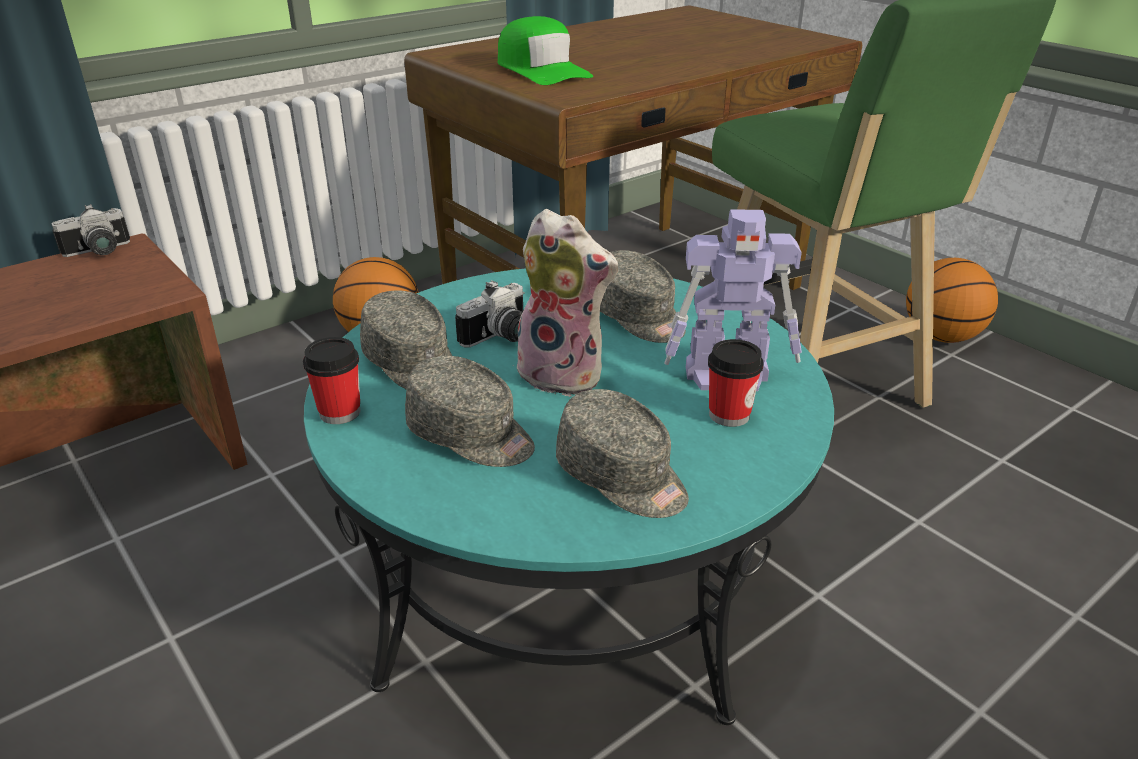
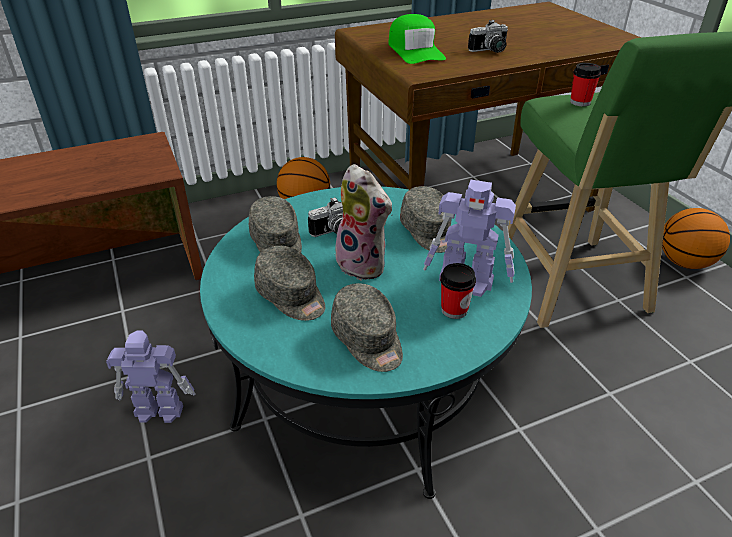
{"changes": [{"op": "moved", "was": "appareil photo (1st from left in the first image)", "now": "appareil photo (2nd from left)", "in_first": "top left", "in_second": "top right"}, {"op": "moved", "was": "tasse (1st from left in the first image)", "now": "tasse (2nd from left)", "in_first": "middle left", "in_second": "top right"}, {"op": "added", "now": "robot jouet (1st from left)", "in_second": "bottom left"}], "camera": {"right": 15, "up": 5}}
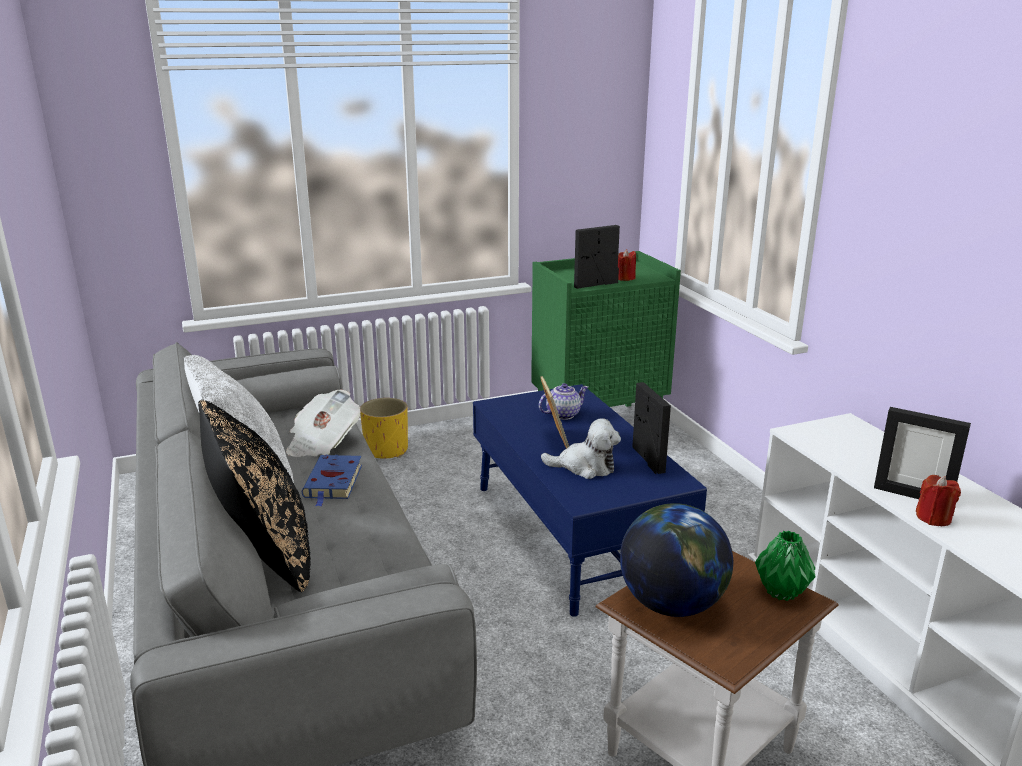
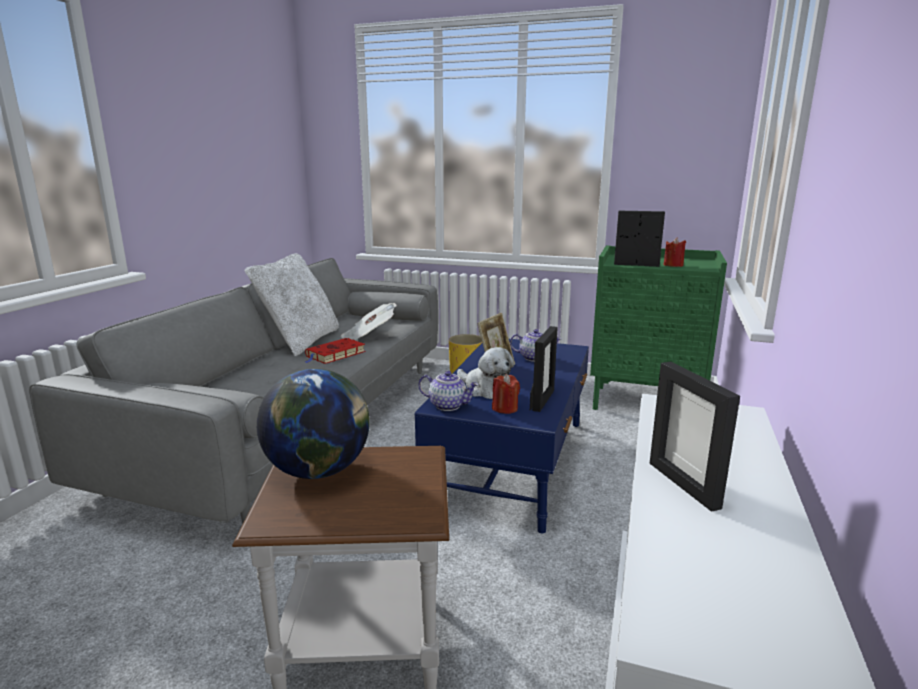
{"changes": [{"op": "removed", "was": "coussin/noir", "in_first": "middle left"}, {"op": "recoloured", "was": "livre/bleu", "now": "livre/rouge", "in_first": "middle left", "in_second": "centre"}, {"op": "removed", "was": "vase/vert", "in_first": "bottom right"}, {"op": "moved", "was": "bougie/rouge (2nd from left in the first image)", "now": "bougie/rouge (1st from left)", "in_first": "middle right", "in_second": "centre"}, {"op": "added", "now": "théière (1st from left)", "in_second": "centre"}], "camera": {"right": 40, "up": -5}}
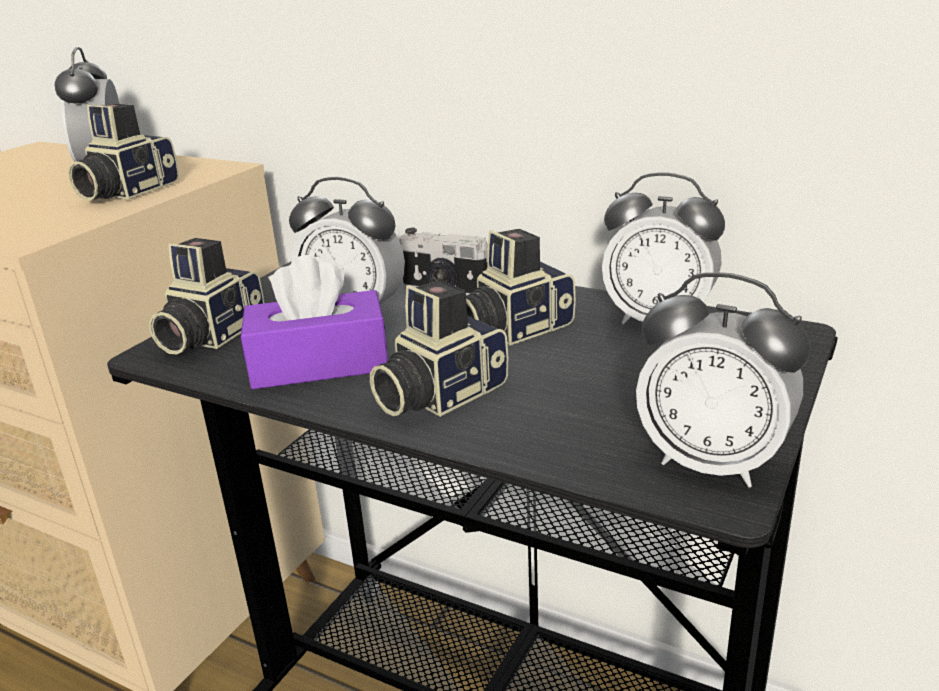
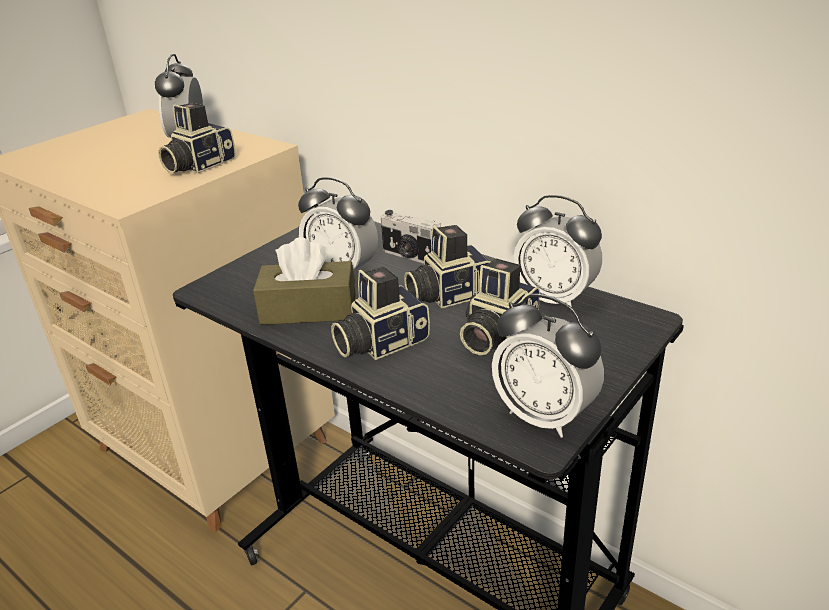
{"changes": [{"op": "moved", "was": "appareil photo (2nd from left in the first image)", "now": "appareil photo (5th from left)", "in_first": "middle left", "in_second": "centre"}, {"op": "recoloured", "was": "boîte à mouchoirs/violet", "now": "boîte à mouchoirs/marron", "in_first": "centre", "in_second": "centre"}], "camera": {"right": 10, "up": 5}}
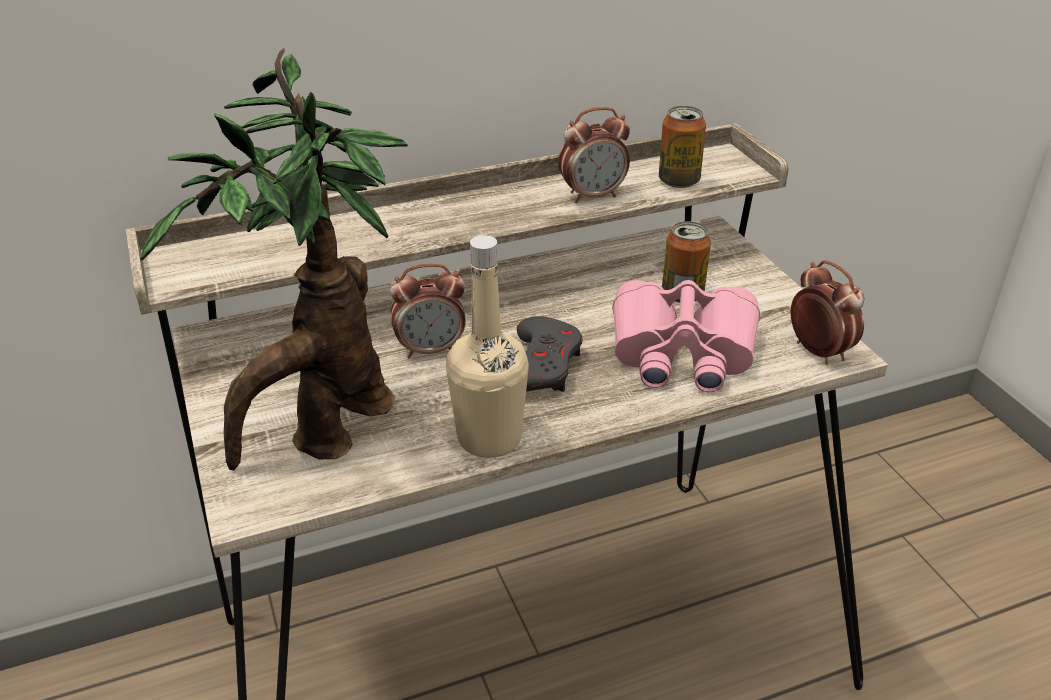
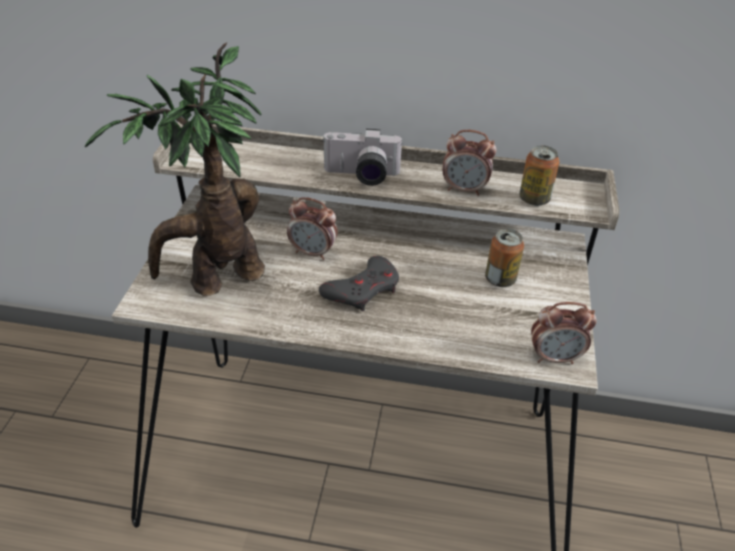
{"changes": [{"op": "removed", "was": "bouteille/beige", "in_first": "centre"}, {"op": "removed", "was": "jumelles/rose", "in_first": "centre"}, {"op": "turned", "was": "réveil (3rd from left)", "in_first": "middle right", "in_second": "middle right", "clockwise": 90}, {"op": "added", "now": "appareil photo", "in_second": "top centre"}], "camera": {"right": 30, "up": 5}}
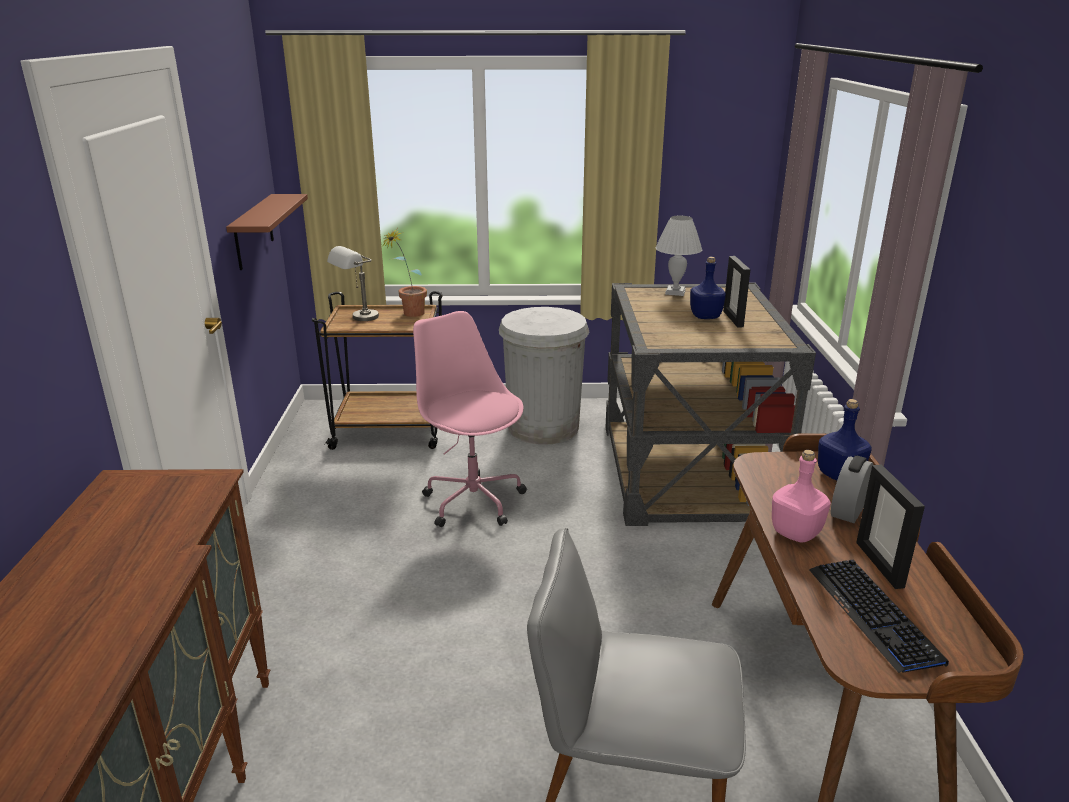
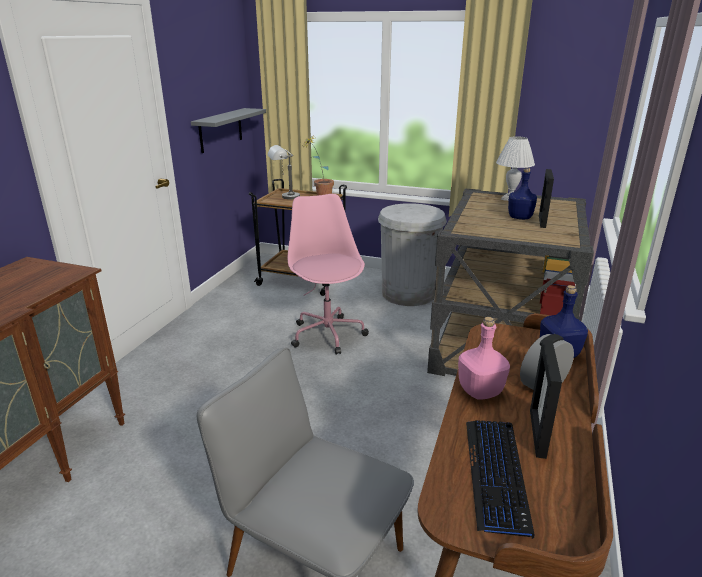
{"changes": [{"op": "recoloured", "was": "étagère/marron", "now": "étagère/gris", "in_first": "top left", "in_second": "top left"}], "camera": {"right": 20, "up": 0}}
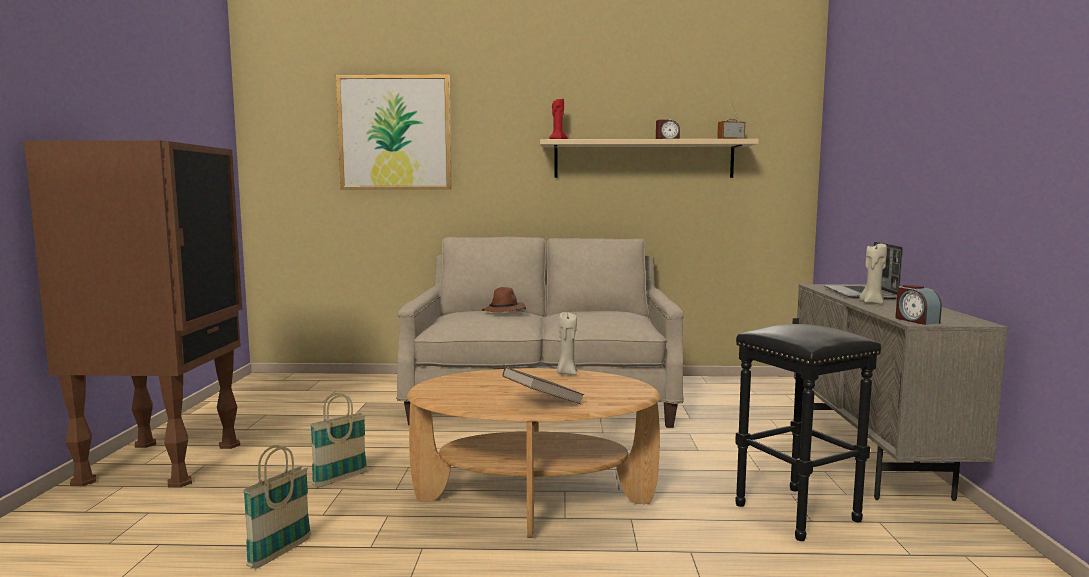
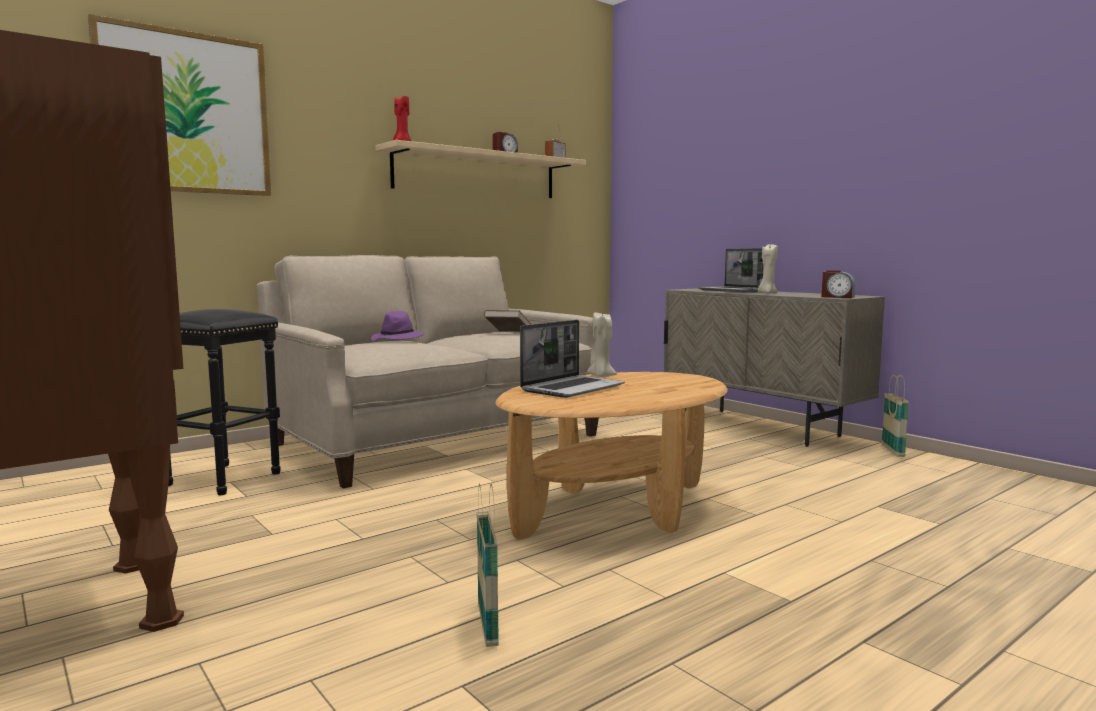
{"changes": [{"op": "moved", "was": "panier (2nd from left)", "in_first": "bottom left", "in_second": "middle right"}, {"op": "recoloured", "was": "chapeau/marron", "now": "chapeau/violet", "in_first": "centre", "in_second": "centre"}, {"op": "moved", "was": "livre/marron", "in_first": "bottom centre", "in_second": "centre"}, {"op": "moved", "was": "tabouret/noir", "in_first": "bottom right", "in_second": "middle left"}, {"op": "added", "now": "ordinateur portable (1st from left)", "in_second": "centre"}], "camera": {"right": -40, "up": 0}}
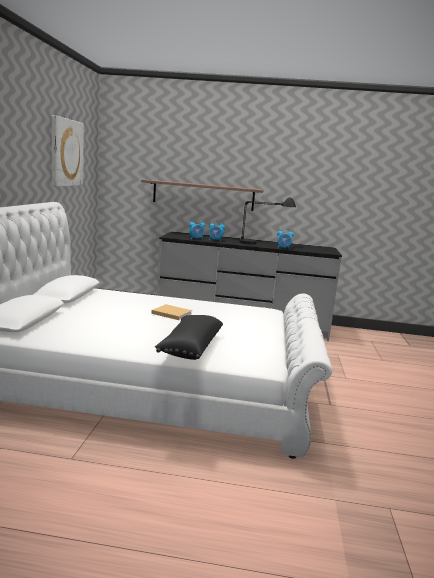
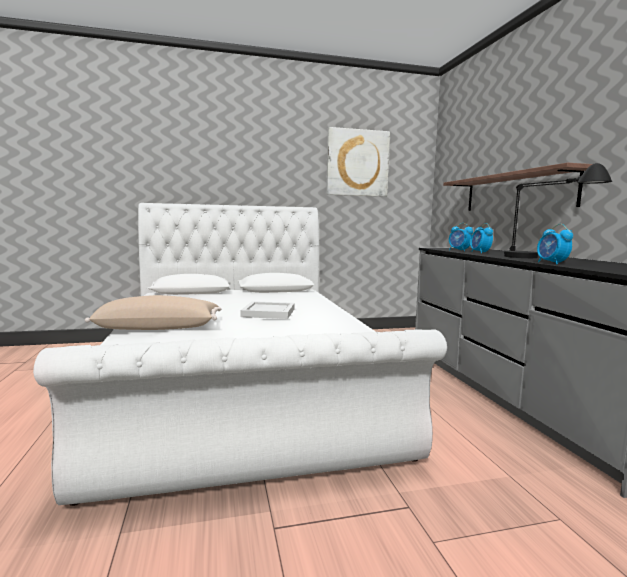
{"changes": [{"op": "replaced", "was": "livre/beige", "now": "plateau/blanc", "in_first": "centre", "in_second": "centre"}, {"op": "recoloured", "was": "coussin/noir", "now": "coussin/beige", "in_first": "centre", "in_second": "middle left"}], "camera": {"right": 70, "up": -5}}
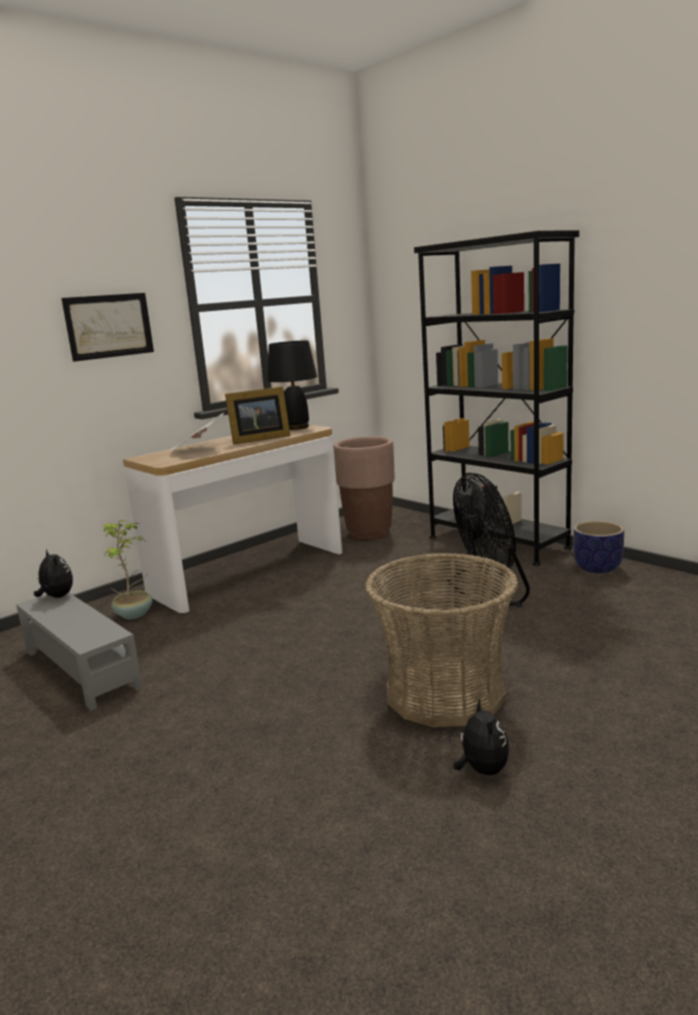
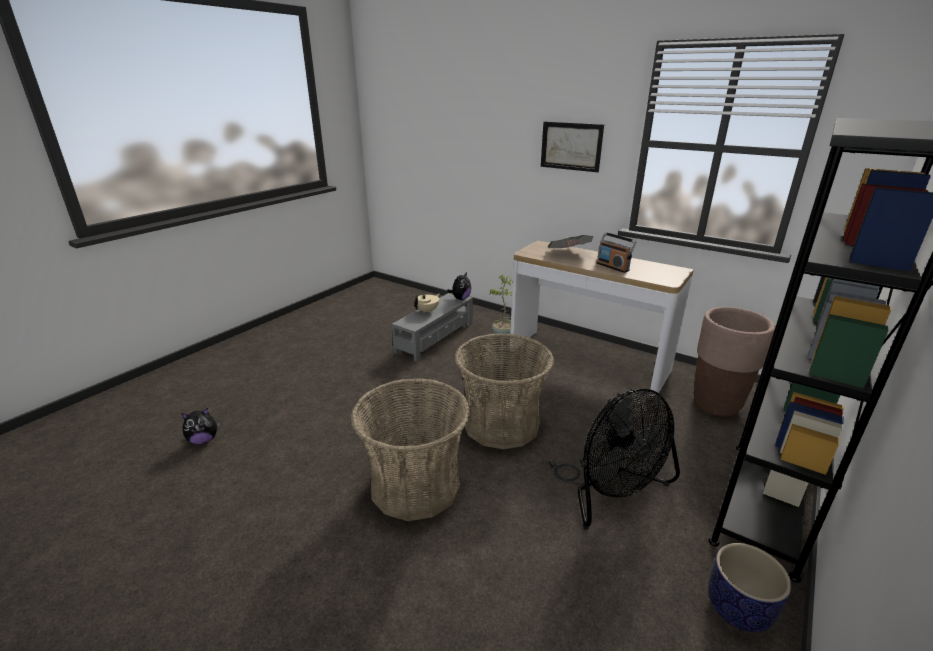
{"changes": [{"op": "replaced", "was": "cadre photo", "now": "radio", "in_first": "centre", "in_second": "centre"}, {"op": "removed", "was": "lampe de table/noir", "in_first": "centre"}, {"op": "moved", "was": "peluche (2nd from left in the first image)", "now": "peluche (1st from left)", "in_first": "bottom right", "in_second": "middle left"}, {"op": "added", "now": "théière/beige", "in_second": "centre"}, {"op": "added", "now": "panier (2nd from left)", "in_second": "centre"}], "camera": {"right": 75, "up": 10}}
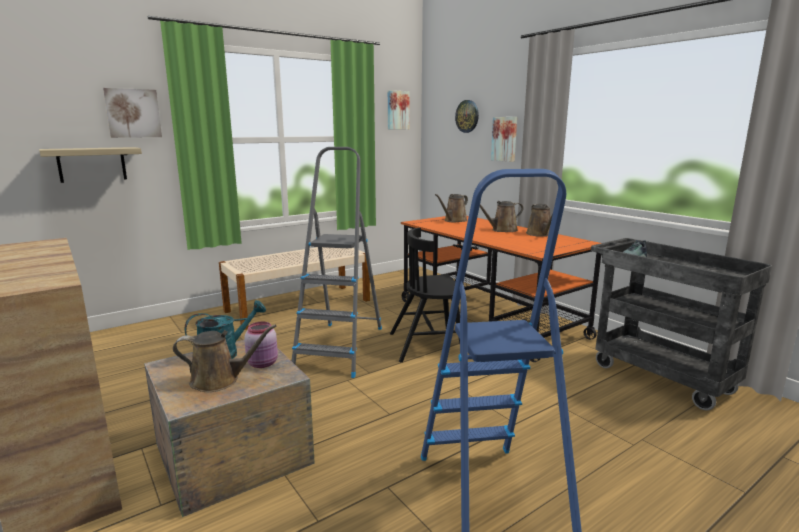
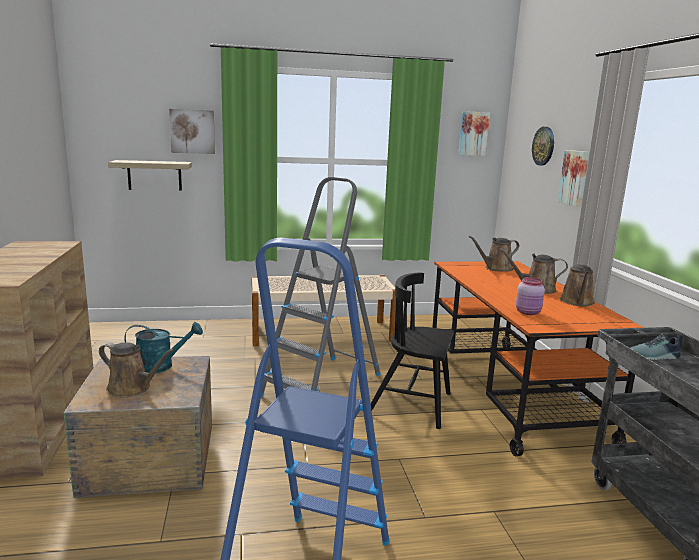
{"changes": [{"op": "moved", "was": "bocal/rose", "in_first": "middle left", "in_second": "middle right"}], "camera": {"right": 25, "up": 0}}
